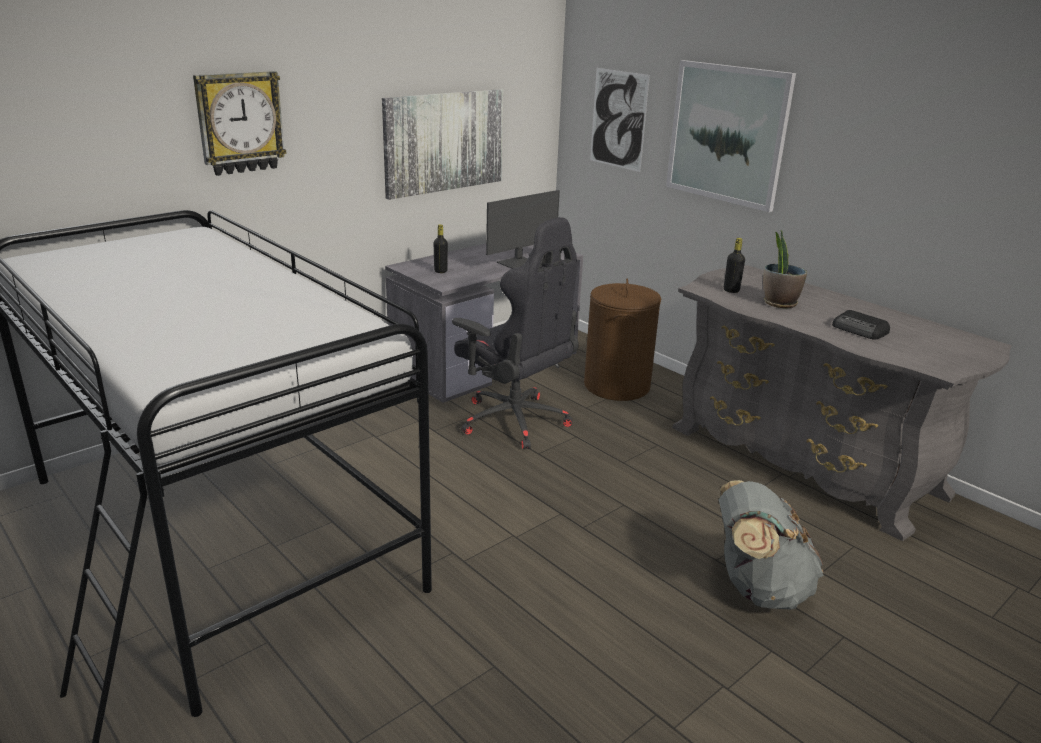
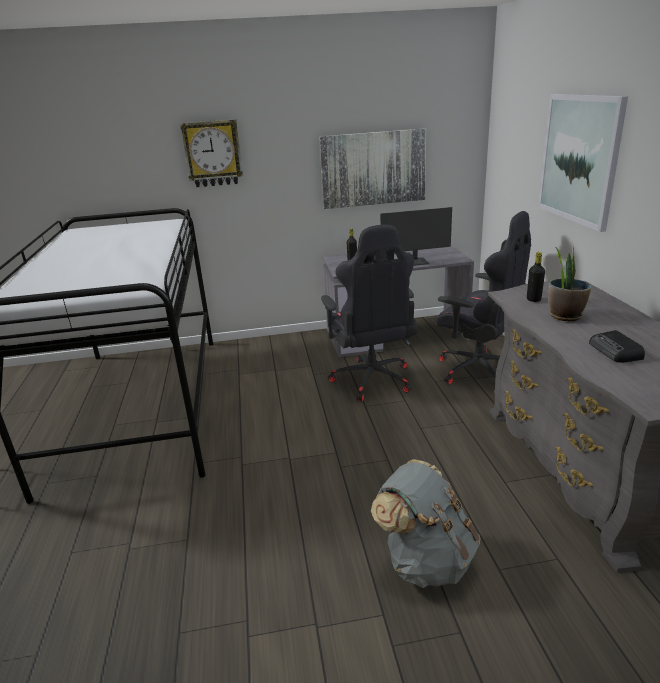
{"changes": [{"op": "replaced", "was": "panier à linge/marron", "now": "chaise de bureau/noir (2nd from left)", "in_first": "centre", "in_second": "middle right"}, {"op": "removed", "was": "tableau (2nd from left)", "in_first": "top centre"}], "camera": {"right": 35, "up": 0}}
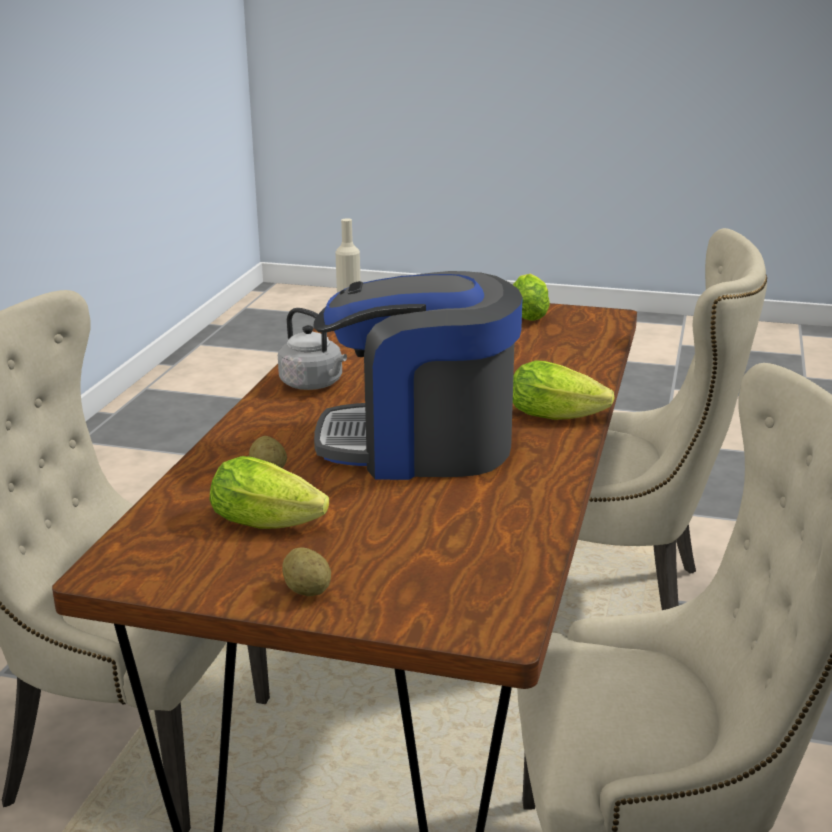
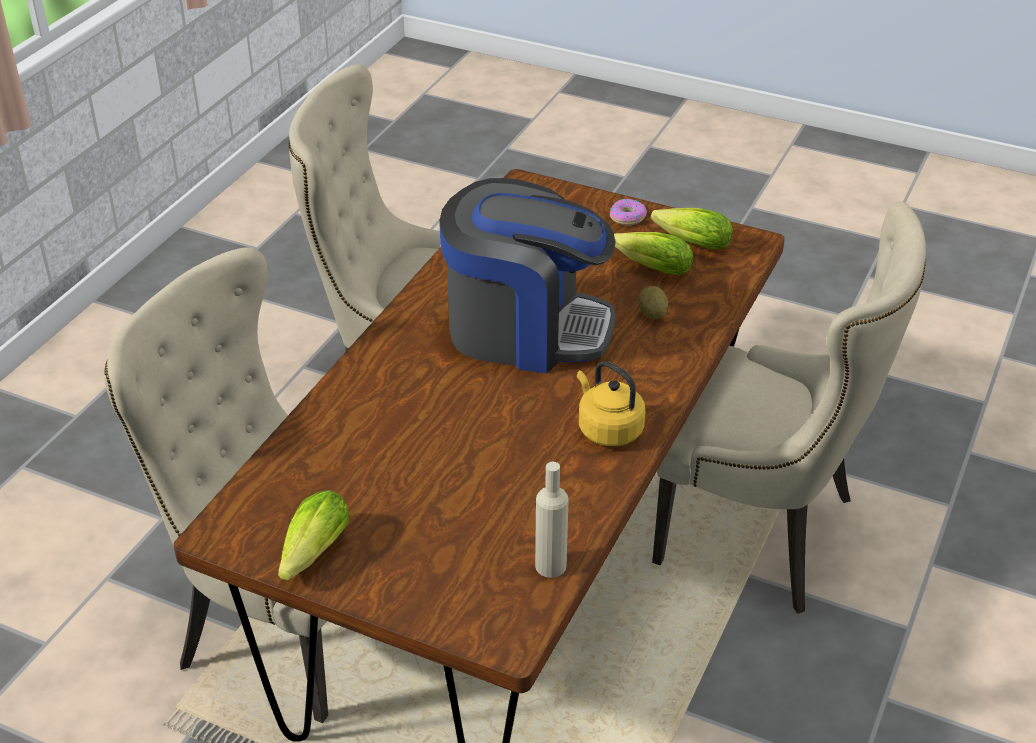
{"changes": [{"op": "recoloured", "was": "bouilloire/gris", "now": "bouilloire/jaune", "in_first": "centre", "in_second": "centre"}, {"op": "replaced", "was": "pomme de terre (2nd from left)", "now": "beignet", "in_first": "bottom centre", "in_second": "top centre"}, {"op": "moved", "was": "laitue (3rd from left)", "in_first": "middle right", "in_second": "top right"}], "camera": {"right": -170, "up": 15}}
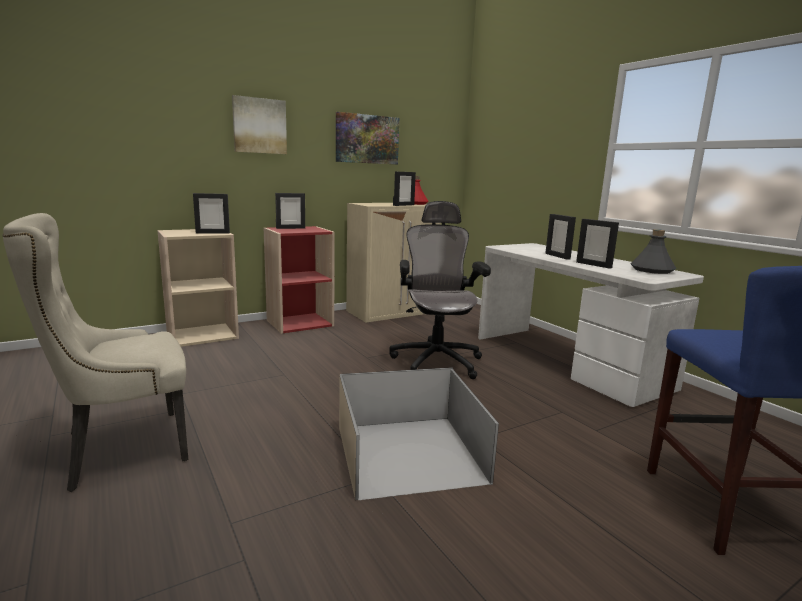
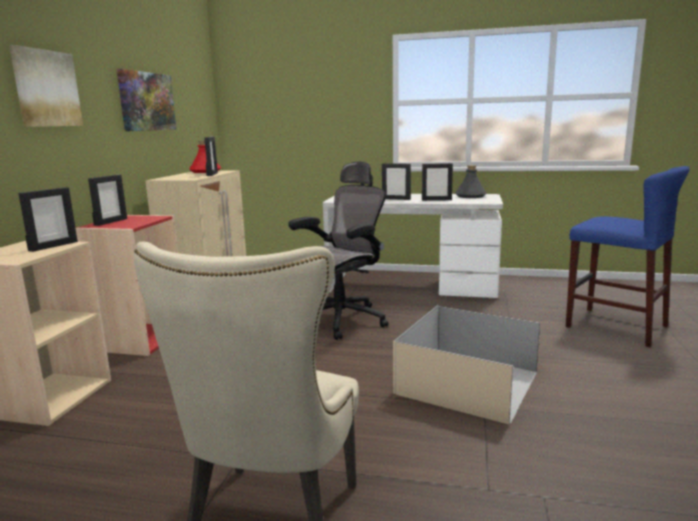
{"changes": [{"op": "turned", "was": "chaise de bureau", "in_first": "centre", "in_second": "centre", "clockwise": 90}], "camera": {"right": -45, "up": 0}}
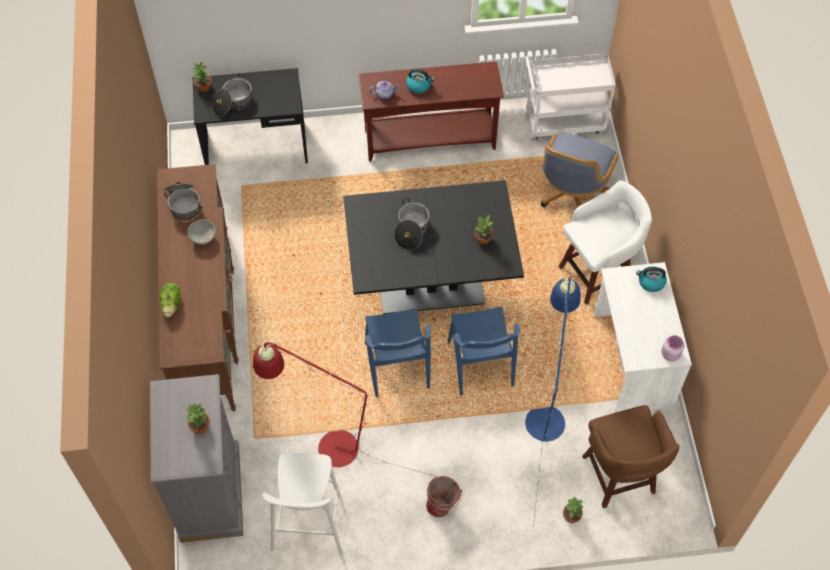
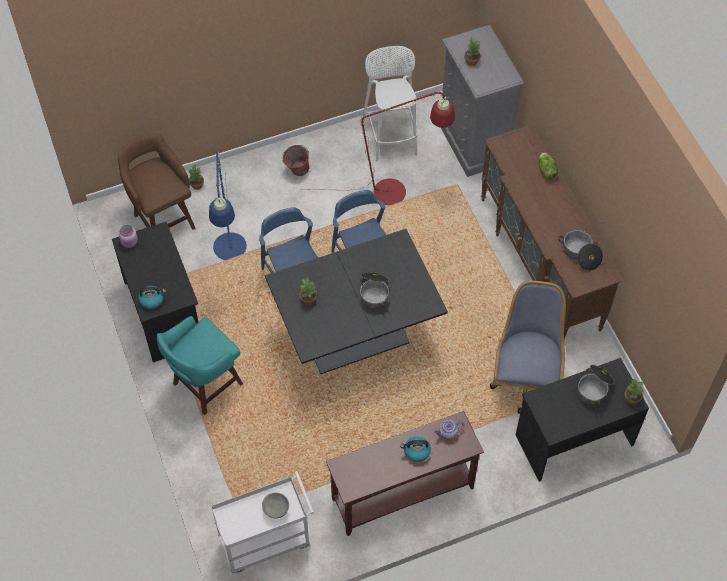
{"changes": [{"op": "moved", "was": "bol/gris", "in_first": "middle left", "in_second": "bottom centre"}, {"op": "moved", "was": "chaise de bureau/bleu", "in_first": "top right", "in_second": "middle right"}, {"op": "recoloured", "was": "tabouret/blanc (2nd from left)", "now": "tabouret/turquoise", "in_first": "middle right", "in_second": "middle left"}, {"op": "recoloured", "was": "bureau/blanc", "now": "bureau/noir (1st from left)", "in_first": "middle right", "in_second": "middle left"}], "camera": {"right": 165, "up": 0}}
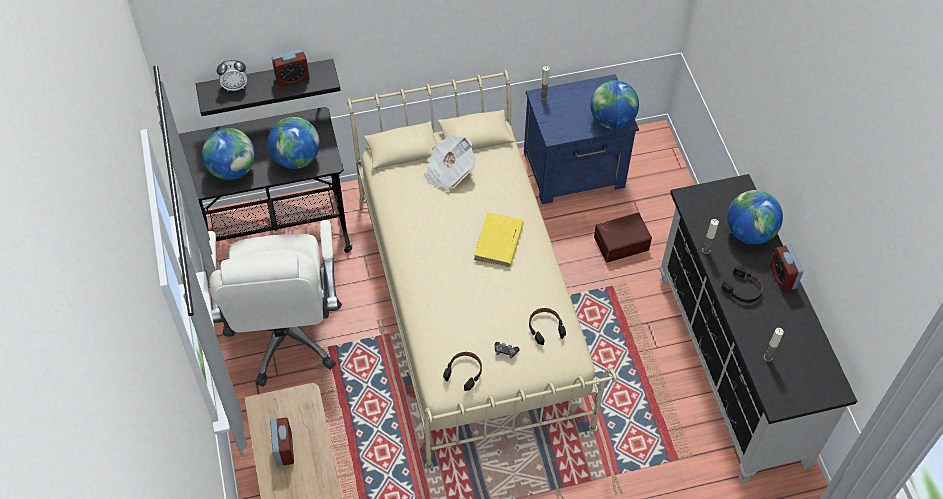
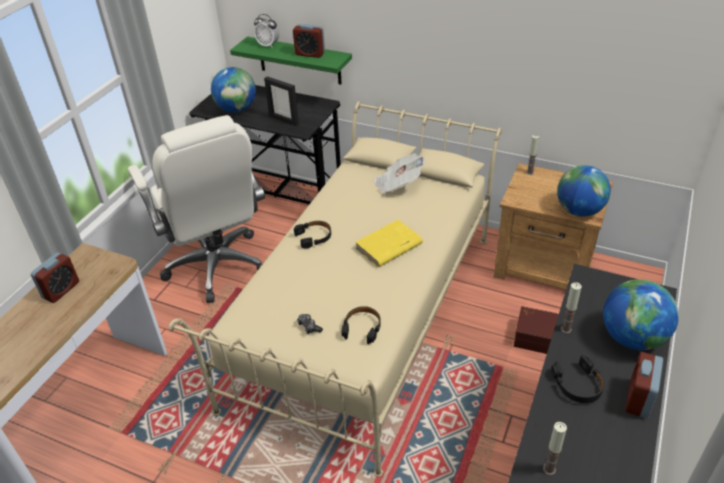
{"changes": [{"op": "recoloured", "was": "étagère/noir", "now": "étagère/vert", "in_first": "top left", "in_second": "top centre"}, {"op": "turned", "was": "chaise de bureau/blanc", "in_first": "middle left", "in_second": "middle left", "clockwise": -60}, {"op": "replaced", "was": "globe (2nd from left)", "now": "cadre photo", "in_first": "top left", "in_second": "top centre"}, {"op": "moved", "was": "casque audio/noir (1st from left)", "in_first": "bottom centre", "in_second": "centre"}, {"op": "recoloured", "was": "table de chevet/bleu", "now": "table de chevet/marron", "in_first": "top centre", "in_second": "middle right"}], "camera": {"right": 40, "up": -15}}
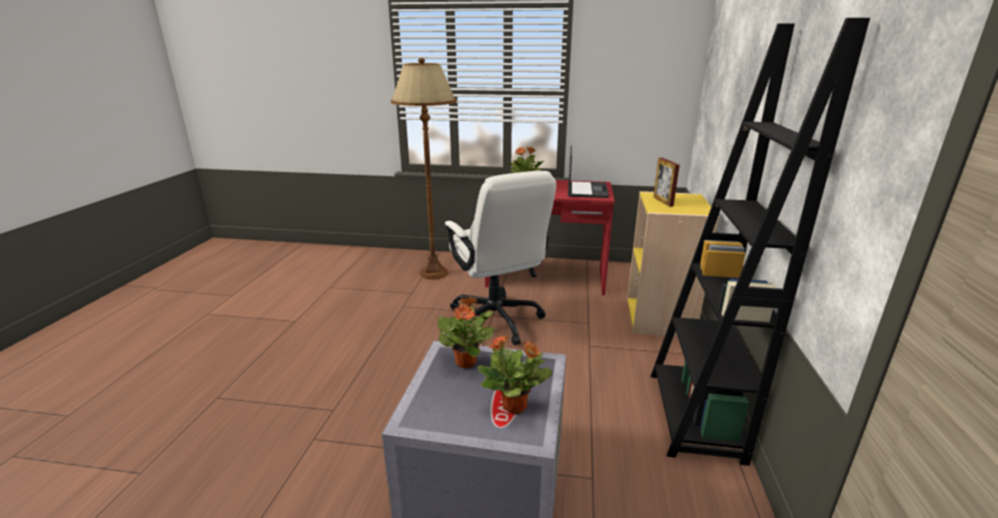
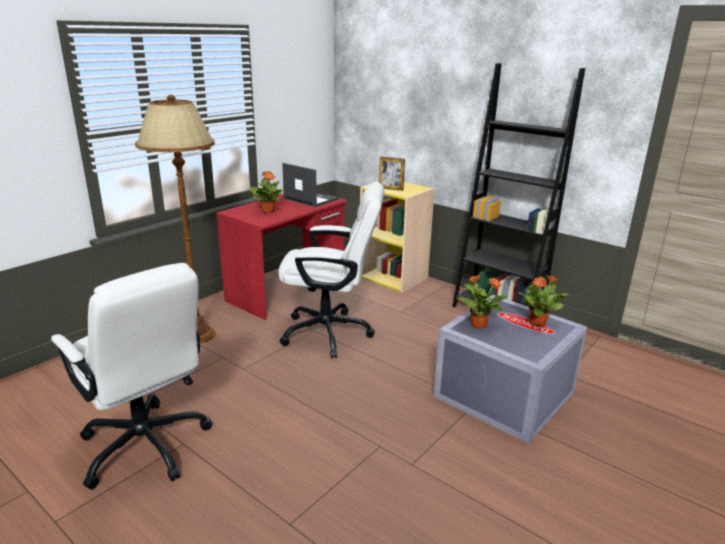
{"changes": [{"op": "added", "now": "chaise de bureau/blanc (1st from left)", "in_second": "bottom left"}], "camera": {"right": -60, "up": 0}}
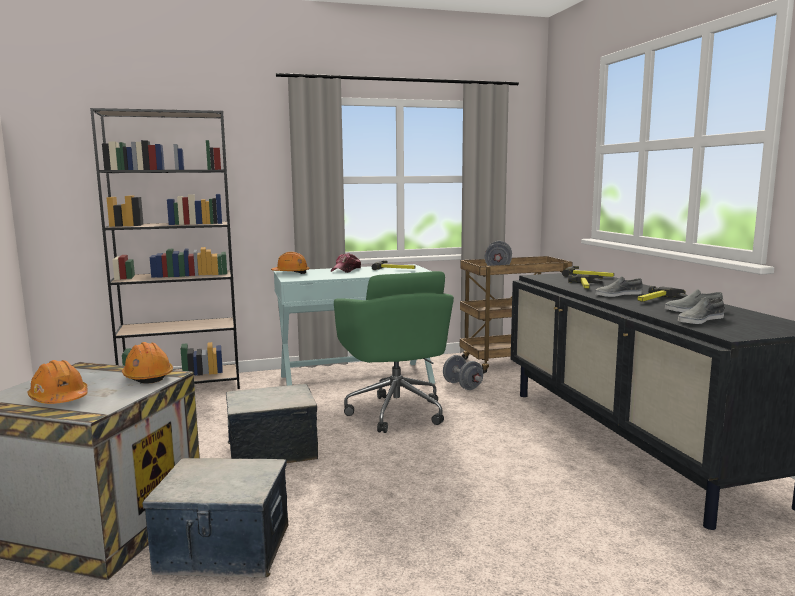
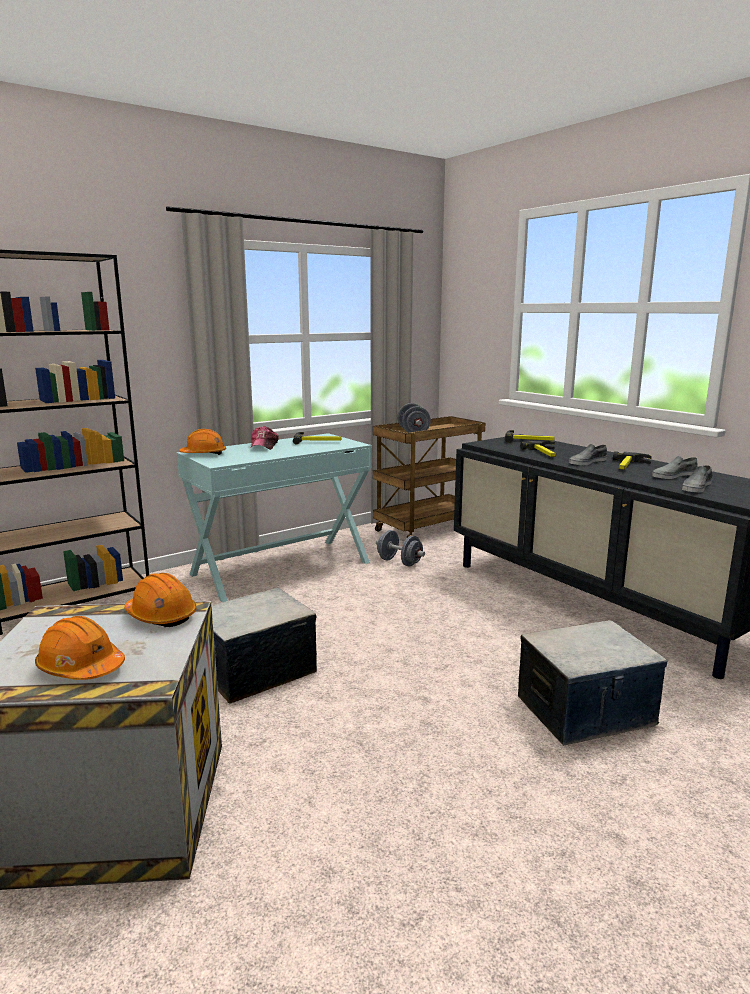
{"changes": [{"op": "moved", "was": "boîte de rangement (1st from left in the first image)", "now": "boîte de rangement (2nd from left)", "in_first": "bottom left", "in_second": "bottom right"}, {"op": "removed", "was": "chaise de bureau/vert", "in_first": "centre"}], "camera": {"right": -20, "up": 5}}
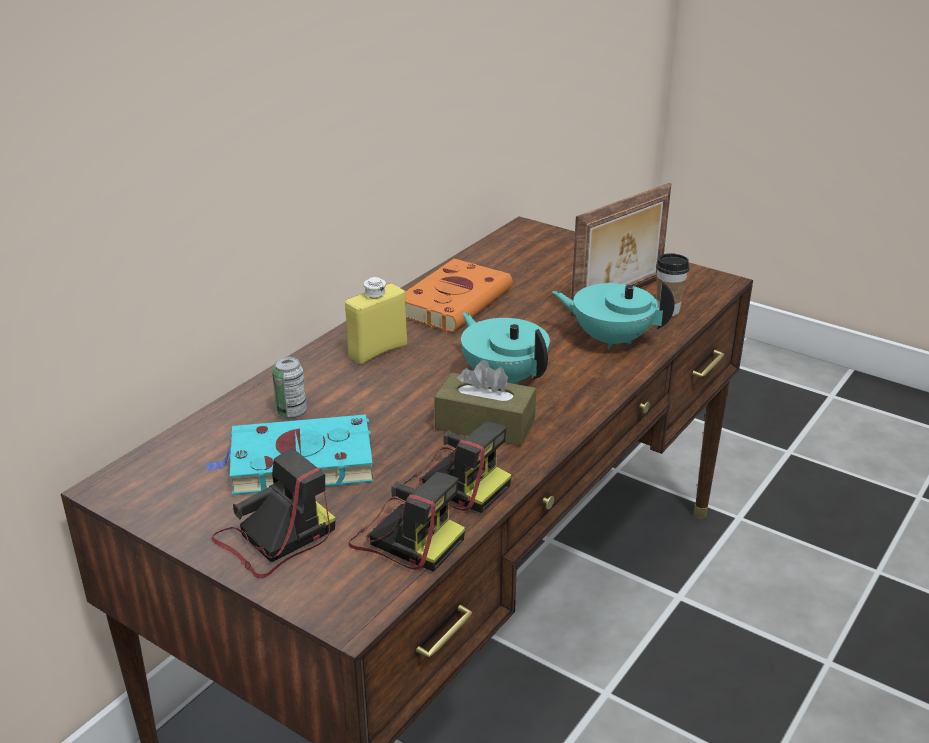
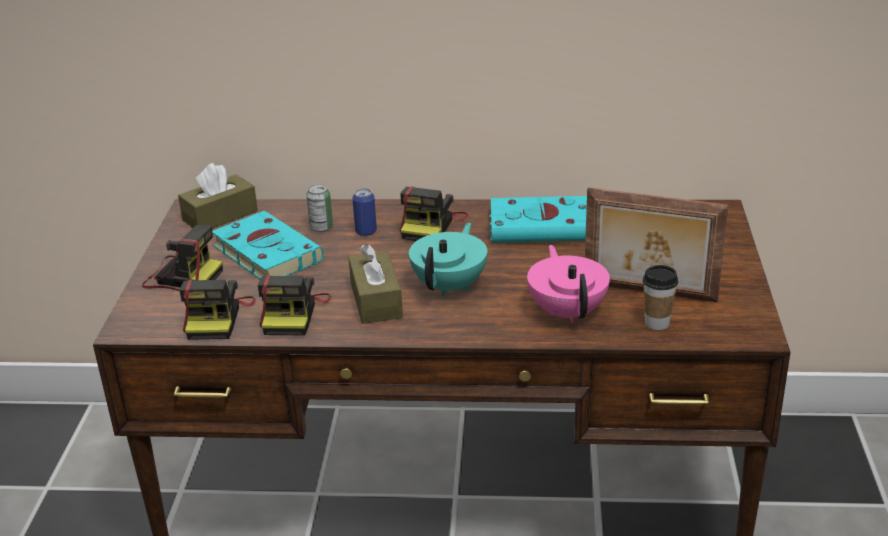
{"changes": [{"op": "replaced", "was": "bouteille/jaune", "now": "appareil photo (4th from left)", "in_first": "centre", "in_second": "centre"}, {"op": "recoloured", "was": "livre/orange", "now": "livre/turquoise (2nd from left)", "in_first": "centre", "in_second": "centre"}, {"op": "recoloured", "was": "théière/turquoise (2nd from left)", "now": "théière/rose", "in_first": "centre", "in_second": "centre"}, {"op": "added", "now": "boîte à mouchoirs/marron (1st from left)", "in_second": "middle left"}, {"op": "added", "now": "boîte métallique (2nd from left)", "in_second": "centre"}], "camera": {"right": 60, "up": 0}}
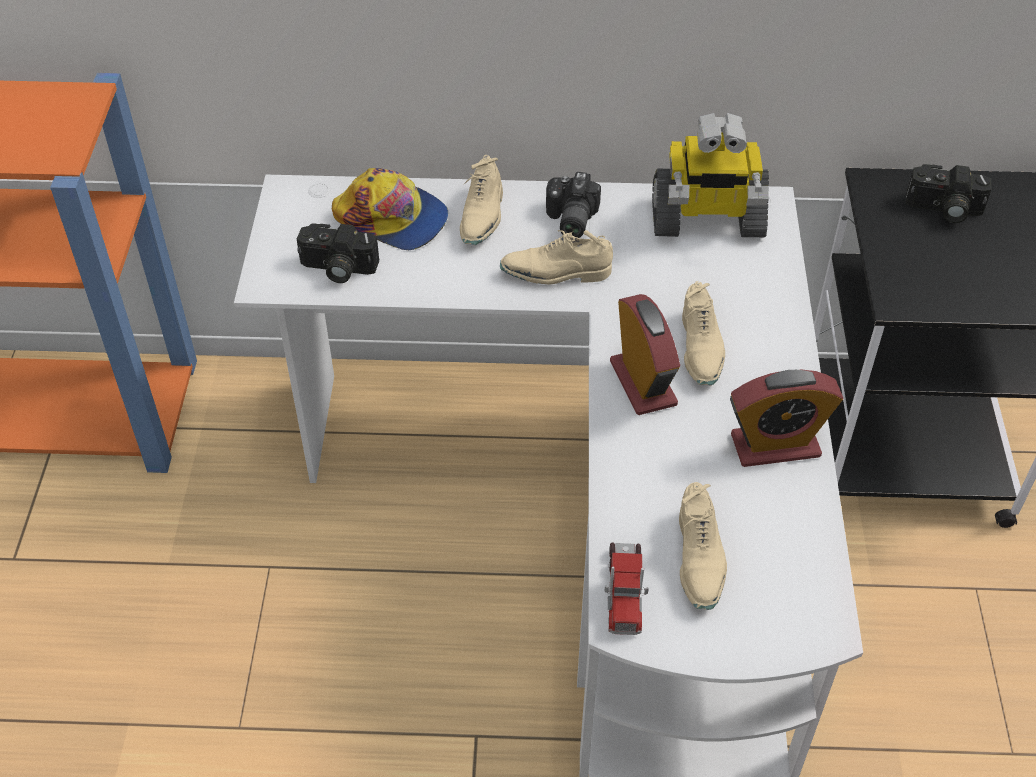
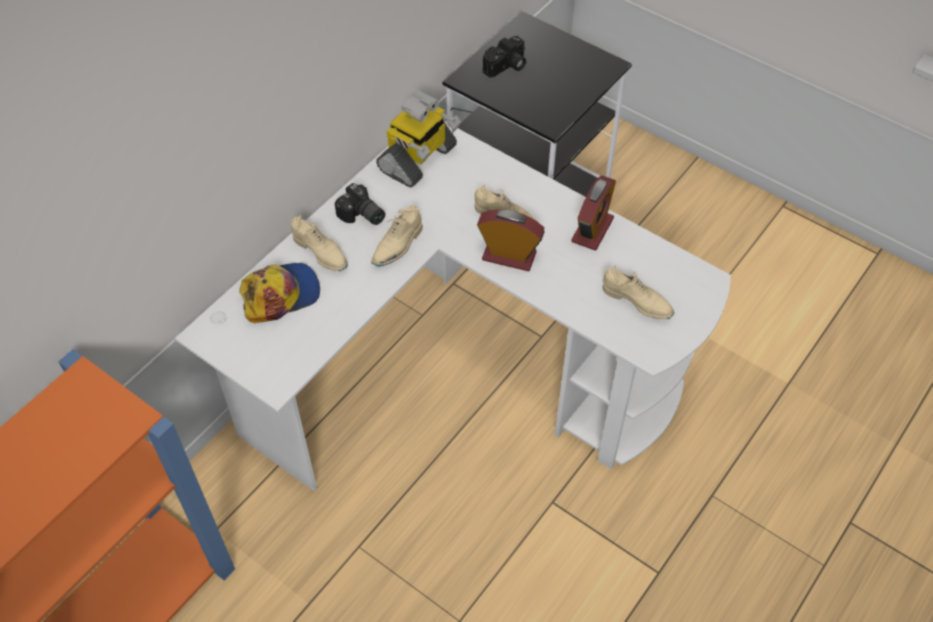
{"changes": [{"op": "removed", "was": "appareil photo (1st from left)", "in_first": "top left"}, {"op": "removed", "was": "camion jouet", "in_first": "bottom centre"}], "camera": {"right": -55, "up": 5}}
